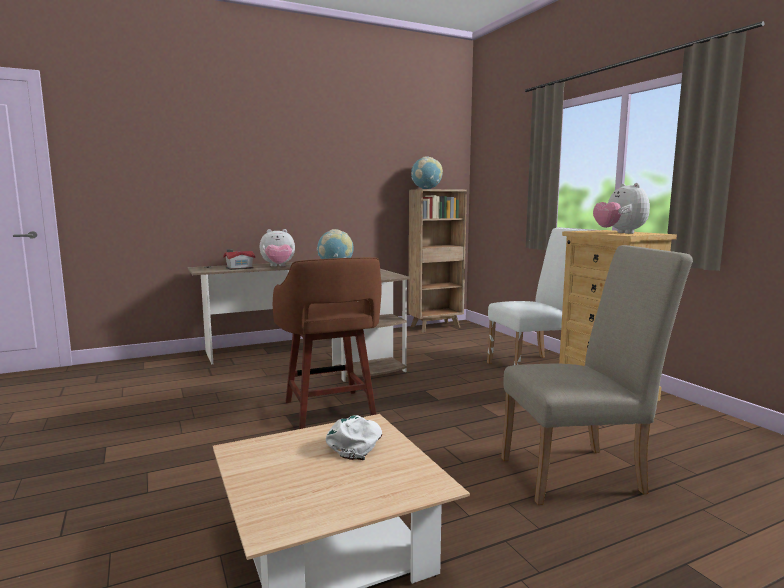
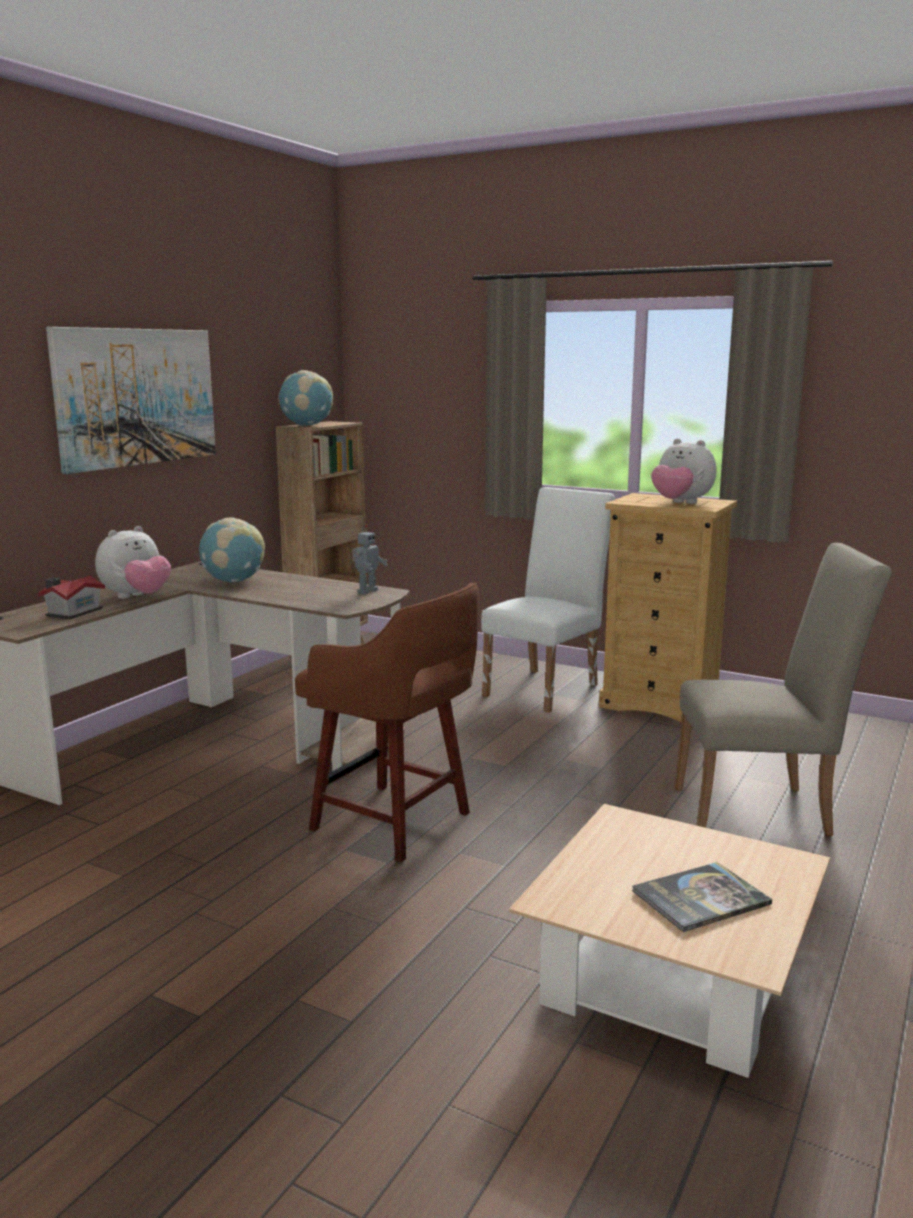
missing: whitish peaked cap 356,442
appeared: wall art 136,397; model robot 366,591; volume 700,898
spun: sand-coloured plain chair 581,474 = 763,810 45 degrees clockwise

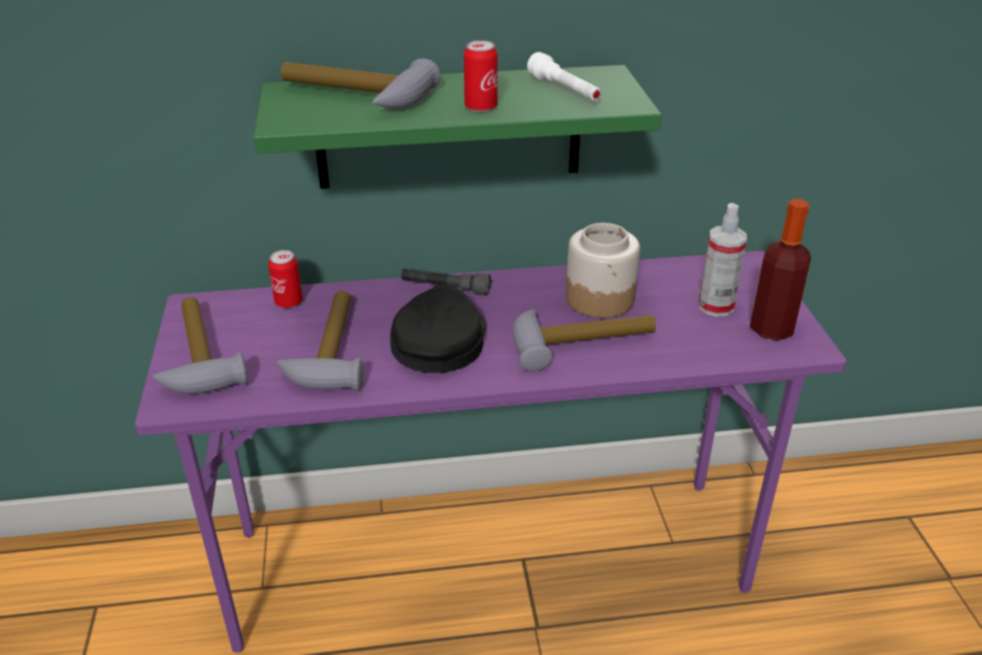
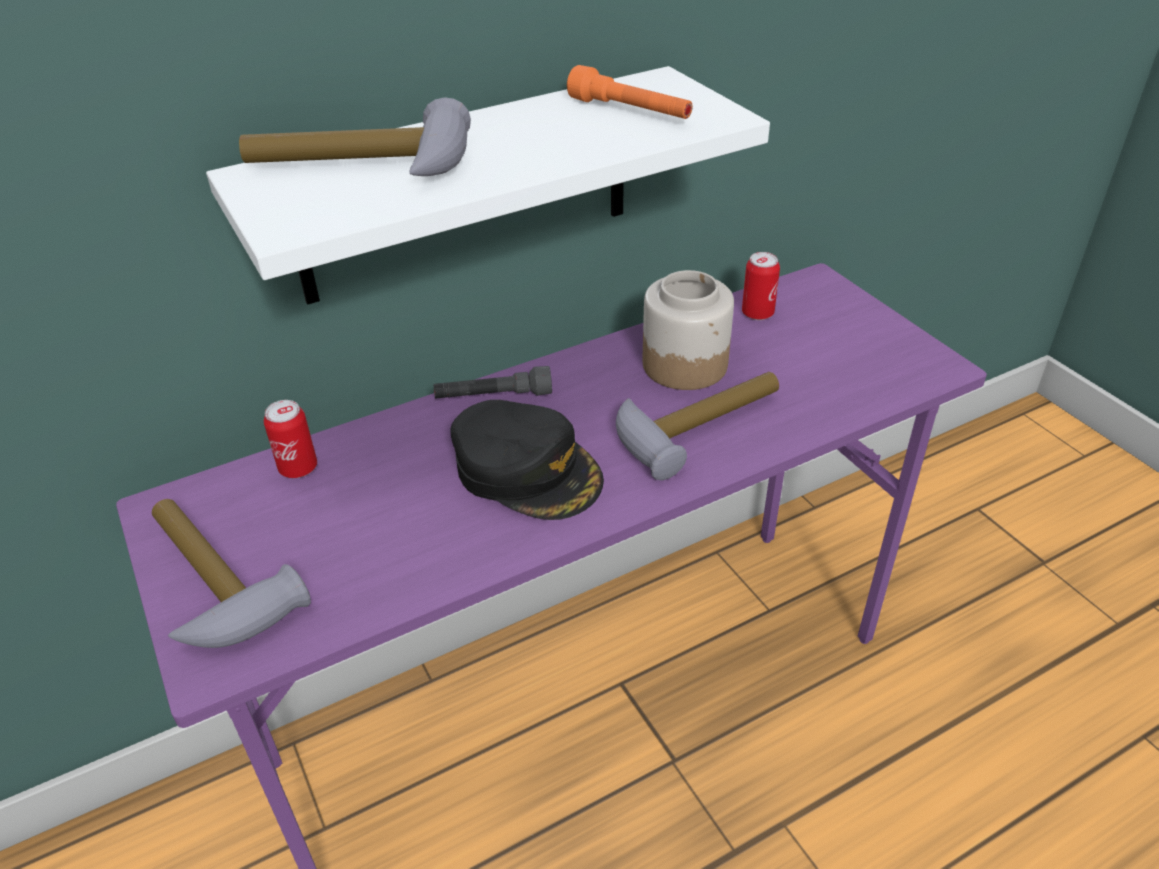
missing: hand hammer 329,350; sprayer 715,306; beverage bottle 771,329
relocated: sealed can 481,107 to 757,313
colour: green-coloured bracket shelf 449,127 to whitish bracket shelf 466,187; whitish hand torch 564,91 to orangey hand torch 630,112
spun: blackish peaked cap 438,340 = 527,470 135 degrees clockwise

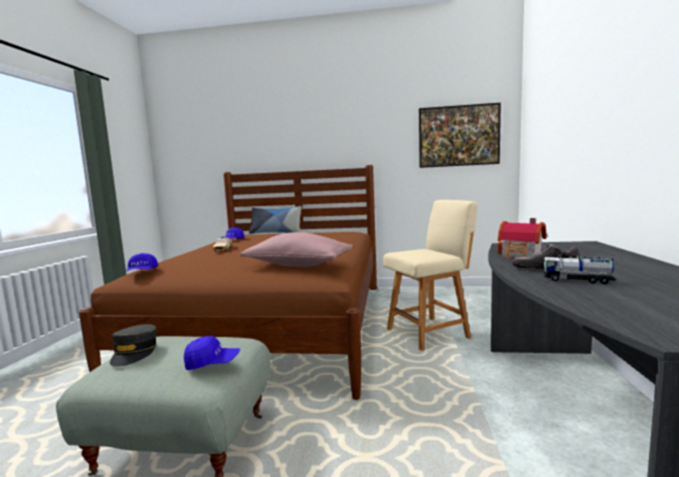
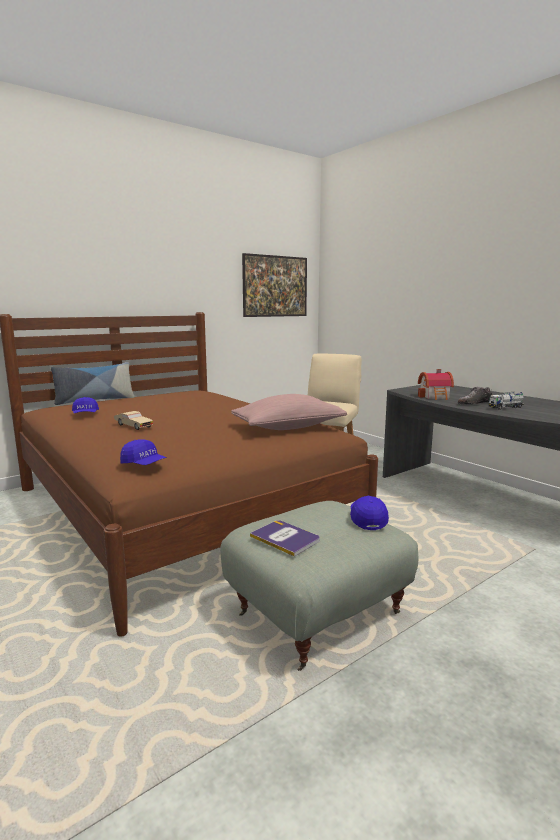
exchanged: gray peaked cap 134,353 to volume 285,538
spun: bluish peaked cap 212,363 = 367,519 45 degrees counterclockwise

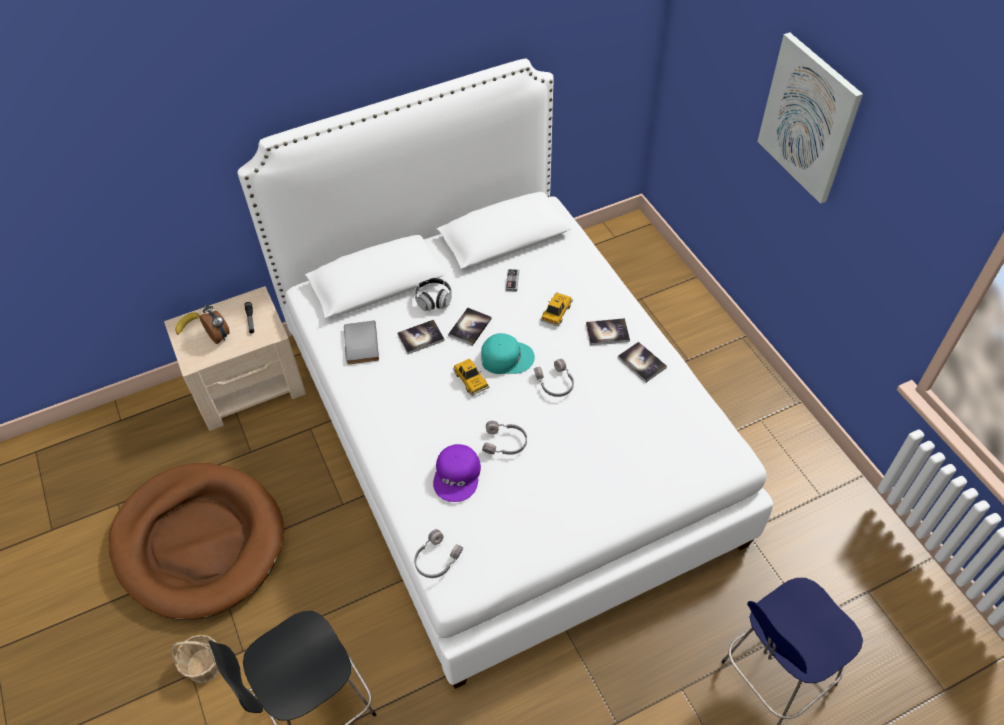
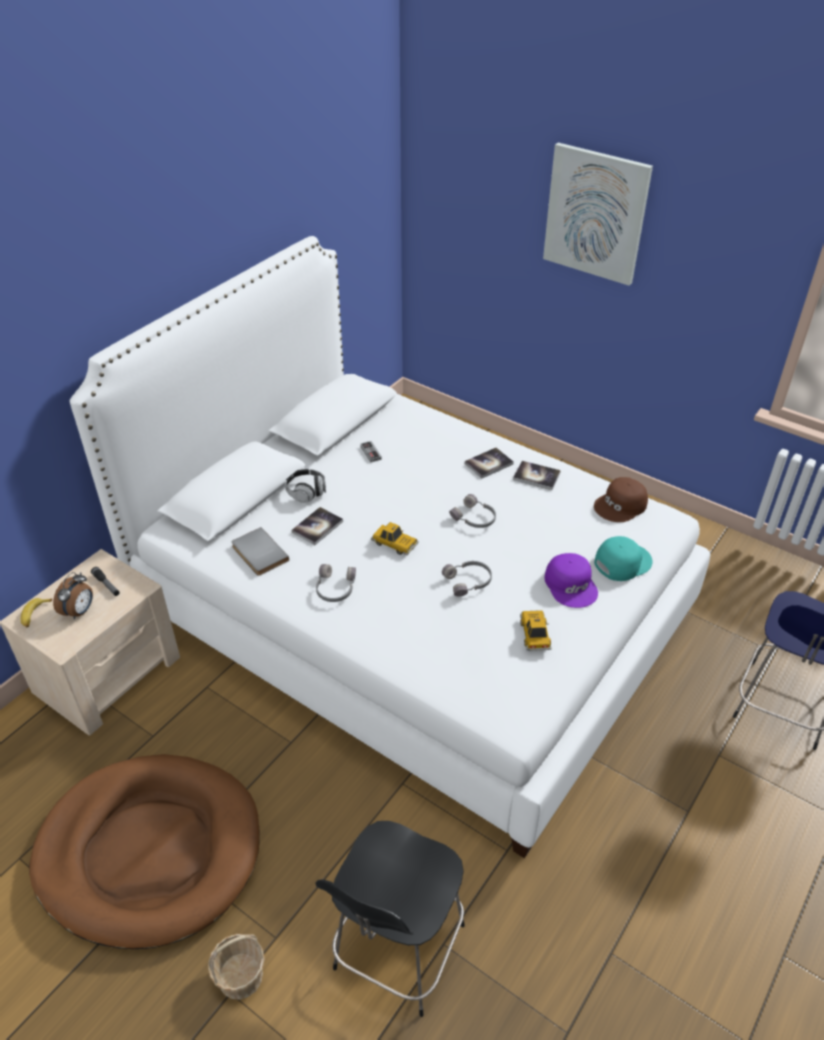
missing: volume 470,327
appeared: brown peaked cap 621,506
relocated: gray headphones 436,559 to 335,588; purple-coloured peaked cap 458,475 to 571,585; blue-green peaked cap 506,357 to 622,562; miniature car 556,312 to 534,634
spun: alarm clock 220,336 = 79,611 90 degrees clockwise

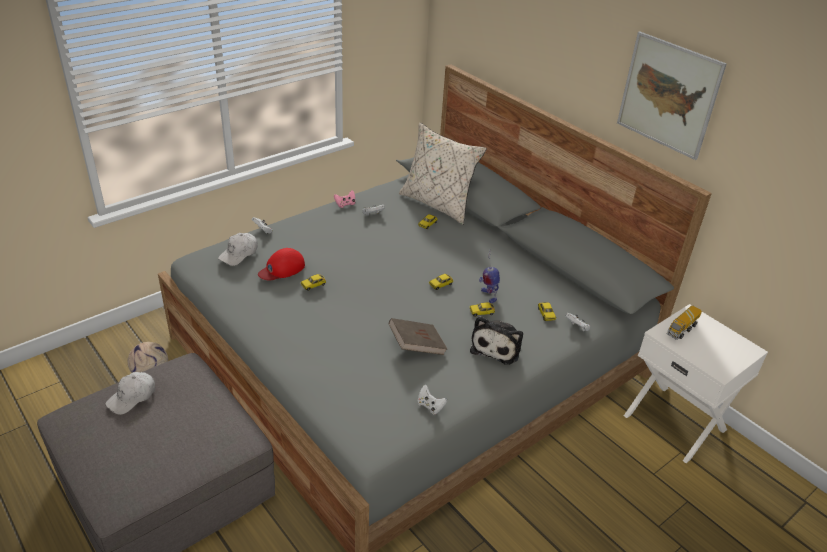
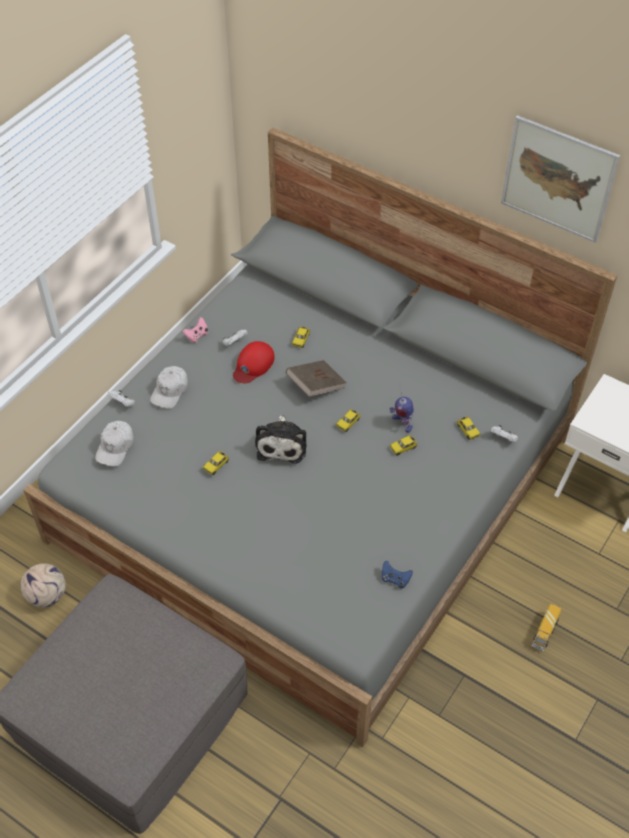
missing: sand-coloured pillow 438,204
relocated: whitish peaked cap 132,397 to 170,391; red peaked cap 282,269 to 253,365; brown volume 416,346 to 316,386; soft toy 497,346 to 282,444; toy lorry 681,330 to 544,632
colour: whitish joypad 430,406 to bluish joypad 395,579

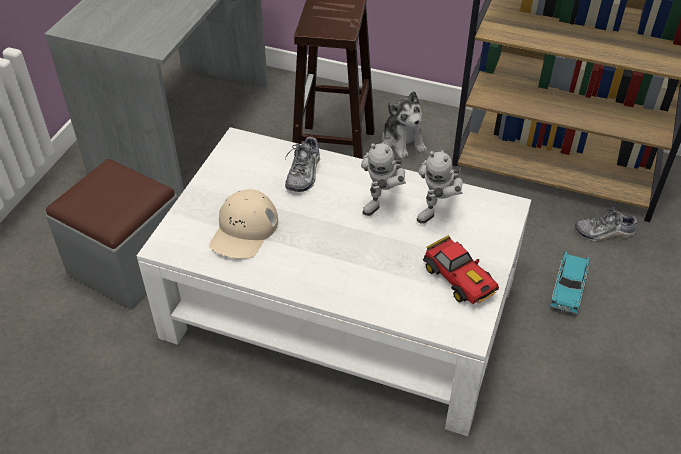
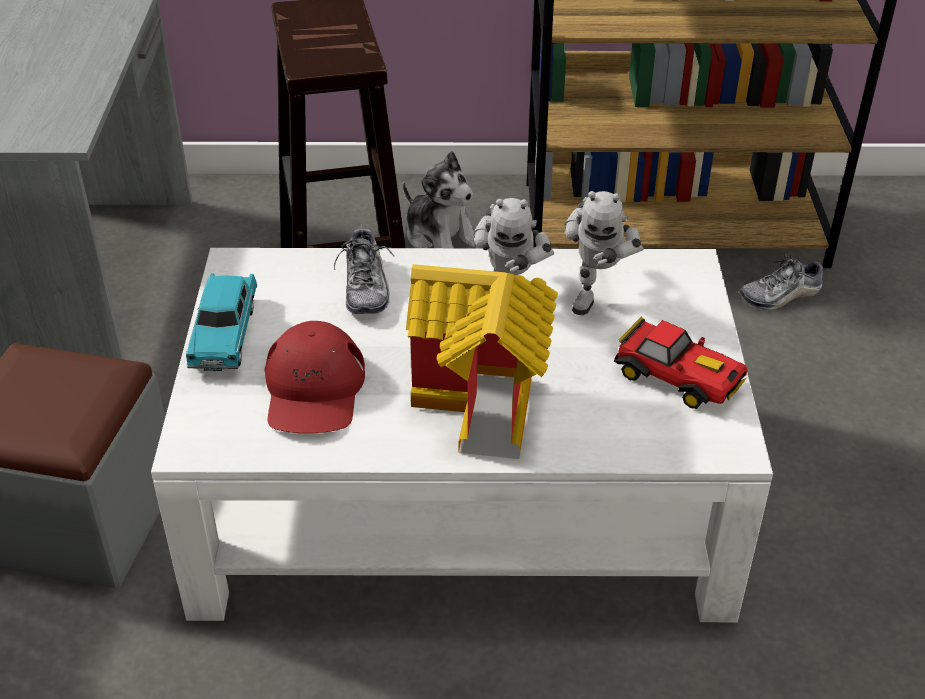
appeared: toy house 486,406
relocated: blue-green miniature car 568,289 to 225,335
colour: sand-coloured peaked cap 244,230 to red peaked cap 314,390

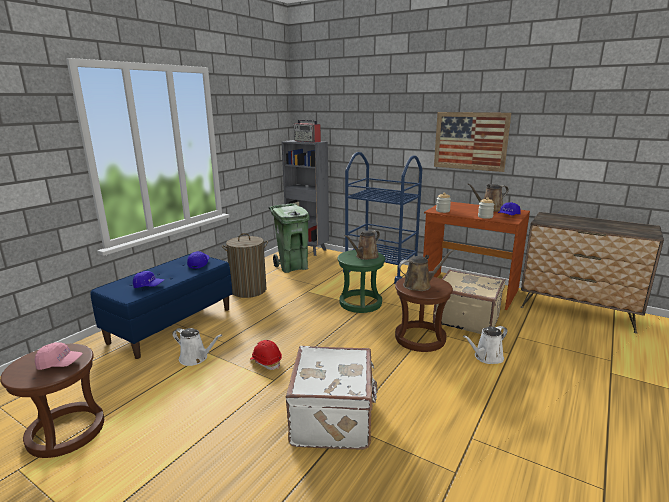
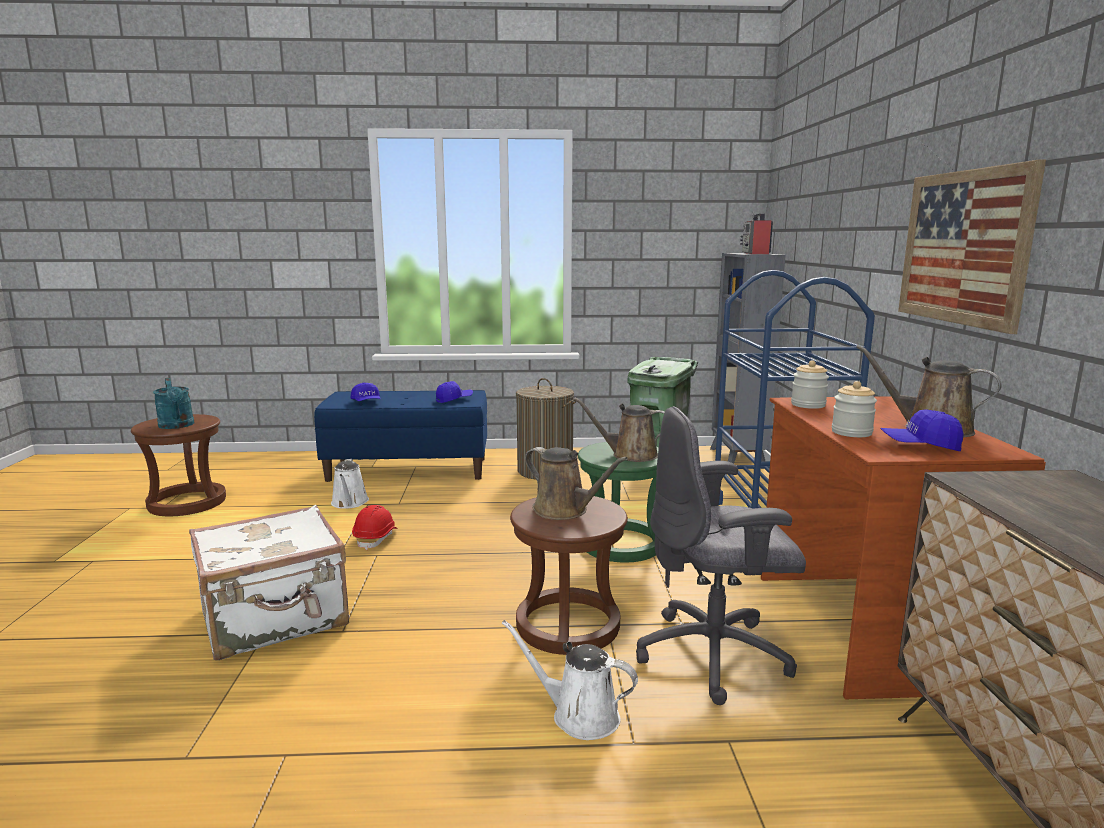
exchanged: pink-coloured peaked cap 60,364 to blue-green watering pot 177,426; sand-coloured piece of luggage 466,319 to gray computer chair 715,655

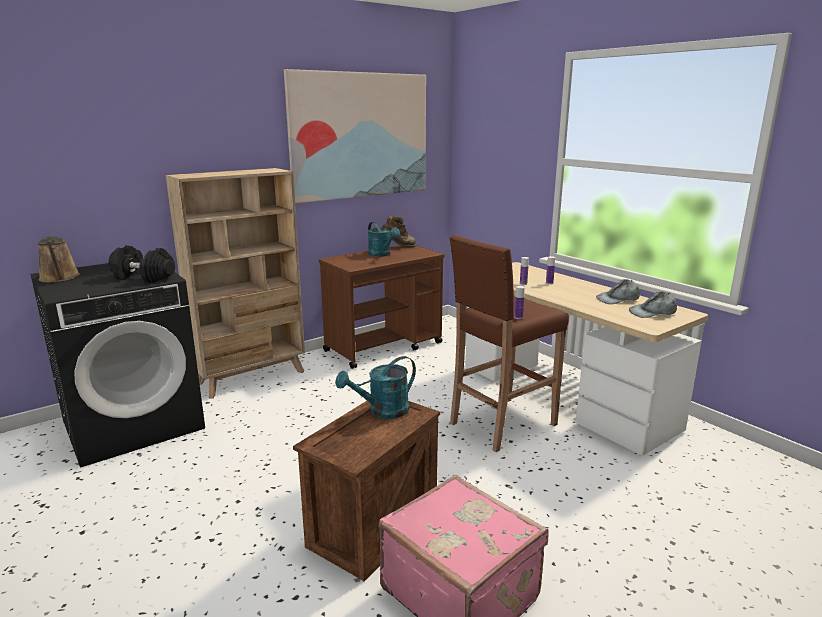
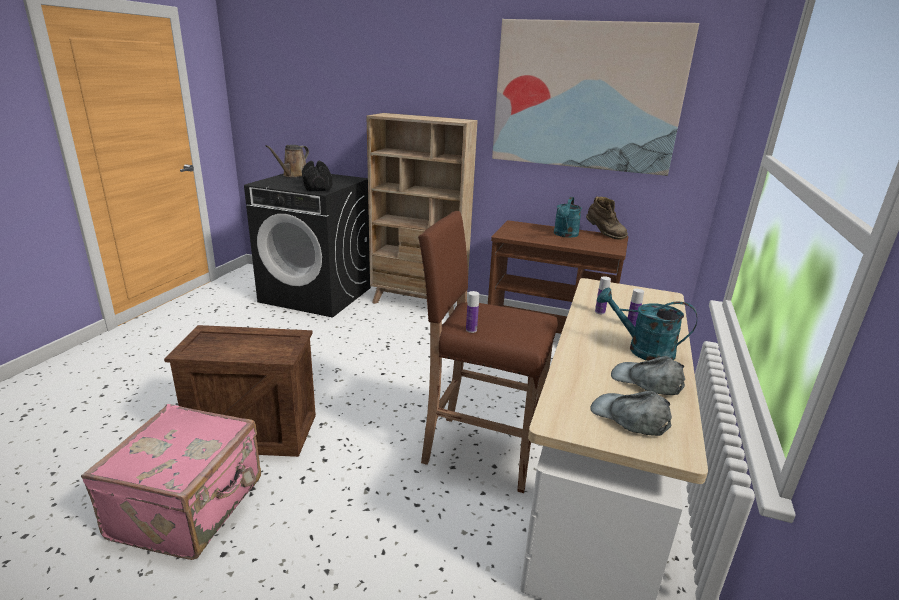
relocated: blue-green watering pot 382,411 to 642,350

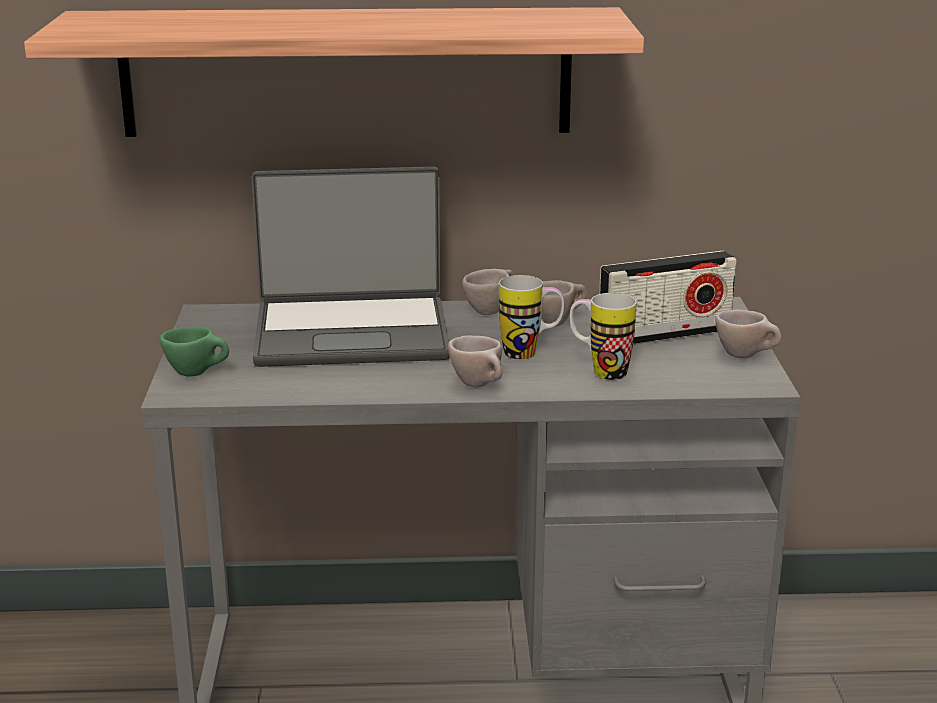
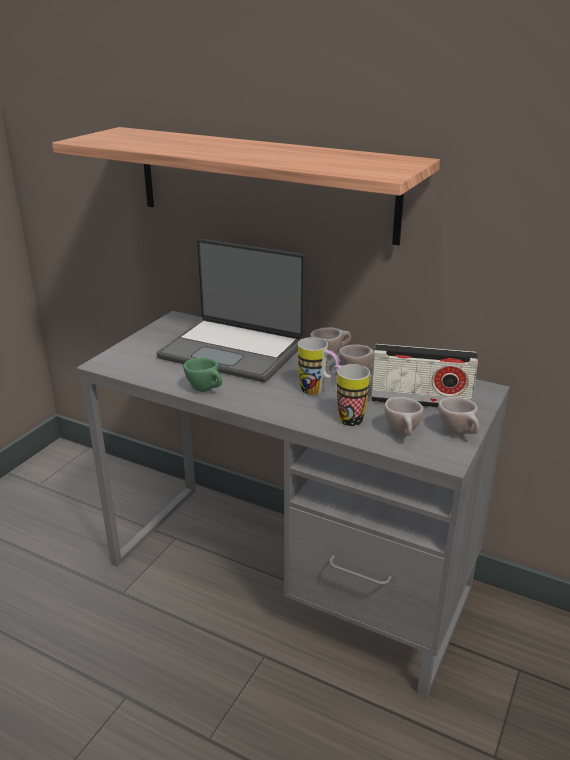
relocated: green-coloured small cup 198,373 to 206,390; sand-coloured small cup 480,386 to 403,435

